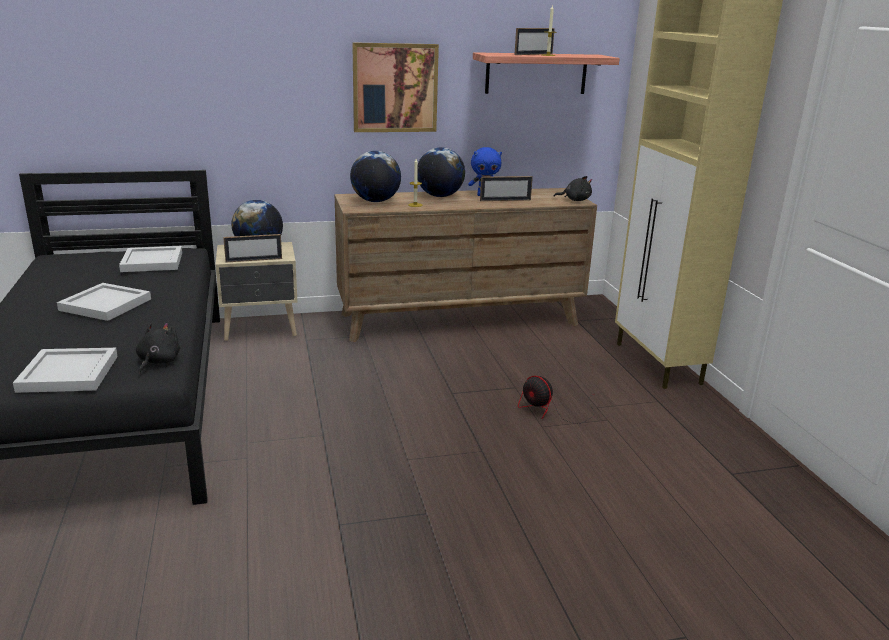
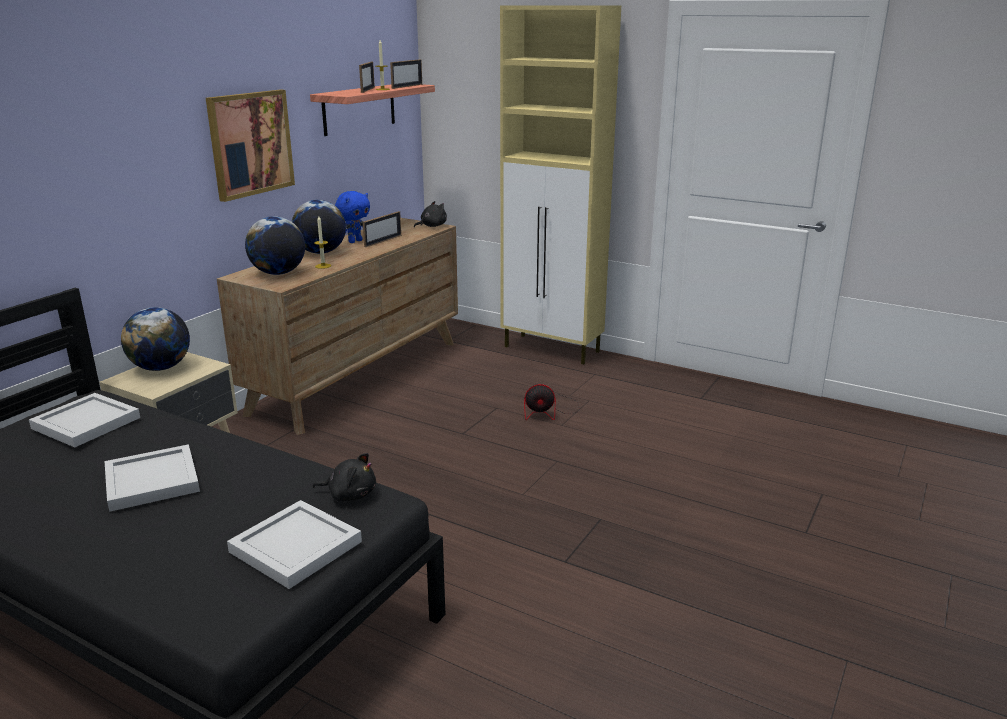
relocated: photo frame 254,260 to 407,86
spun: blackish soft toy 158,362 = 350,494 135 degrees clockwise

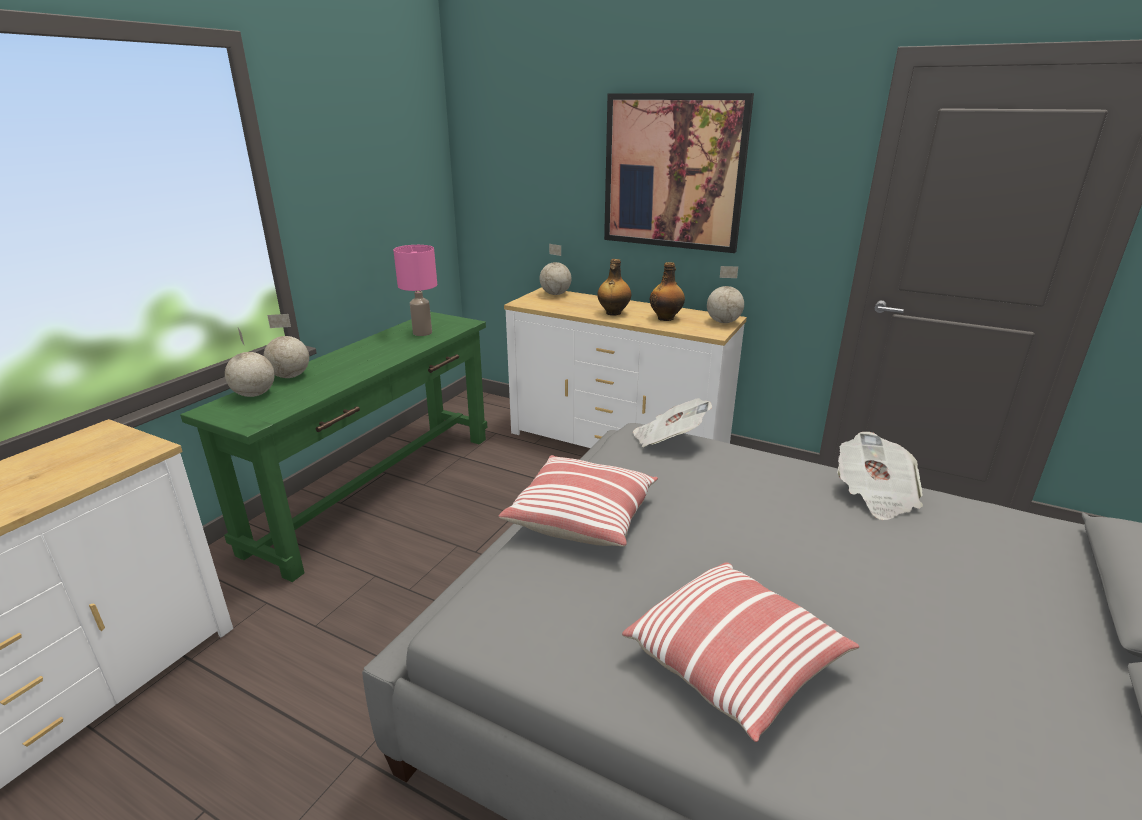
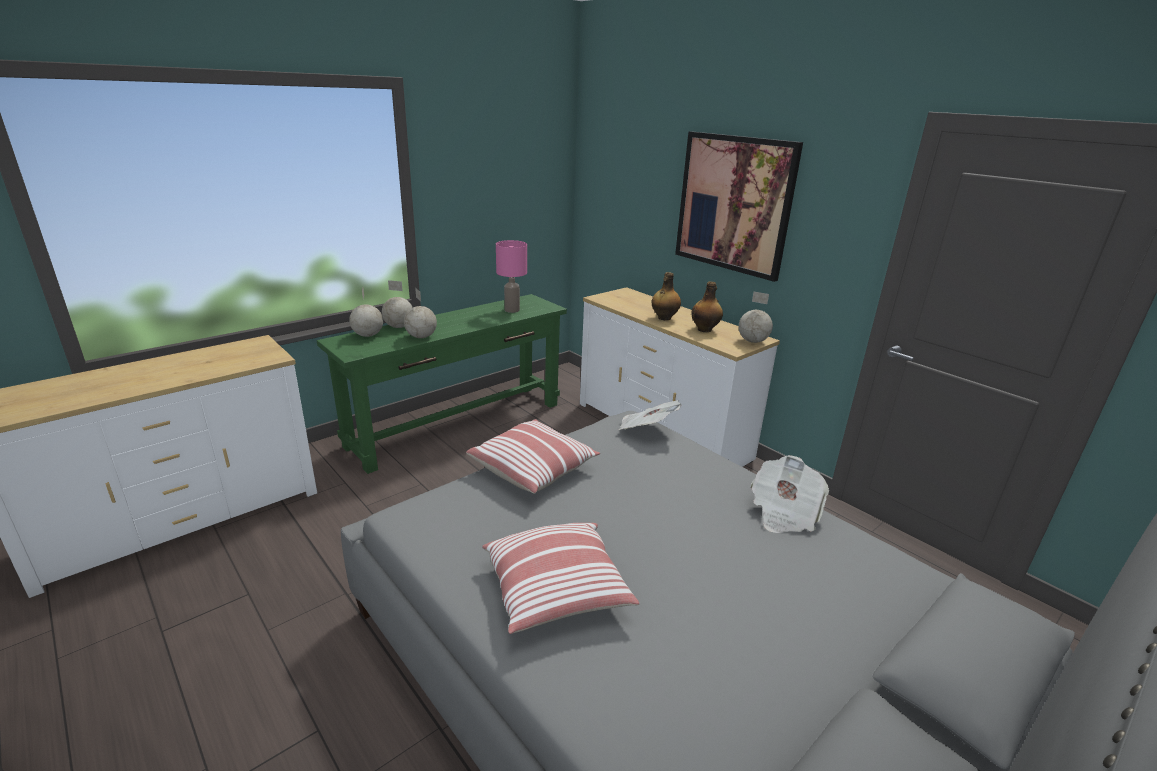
relocated: world globe 555,294 to 421,337

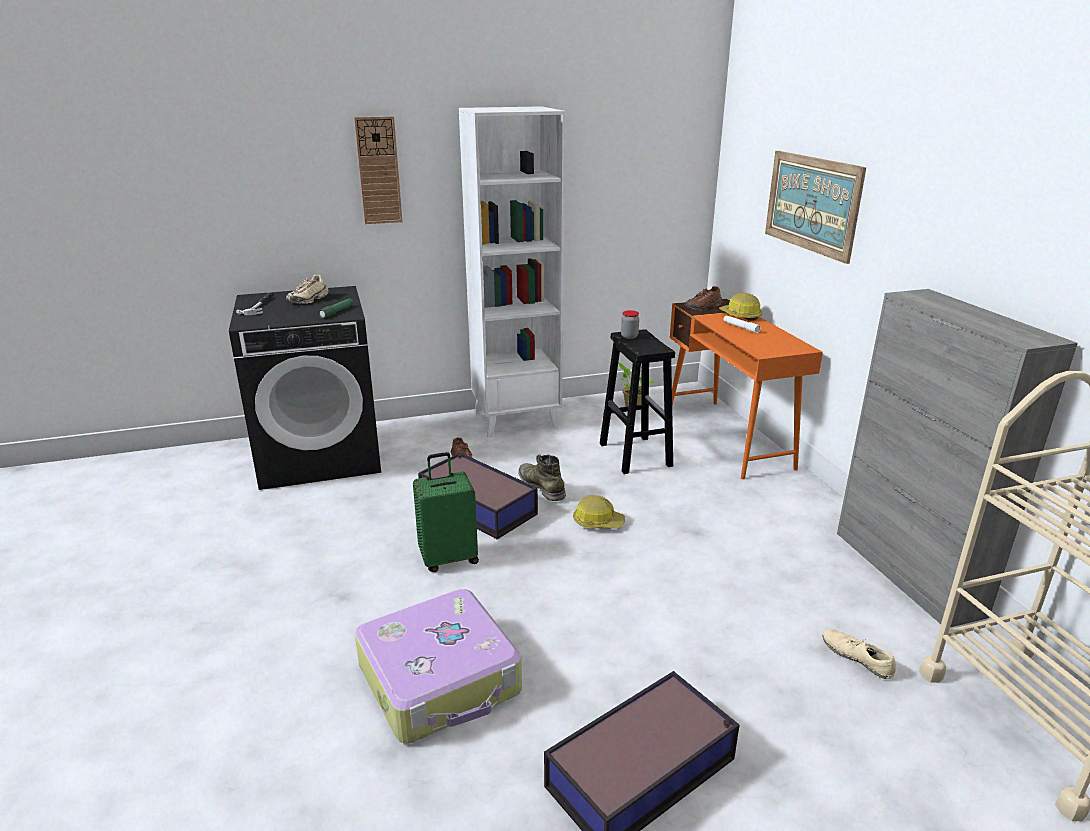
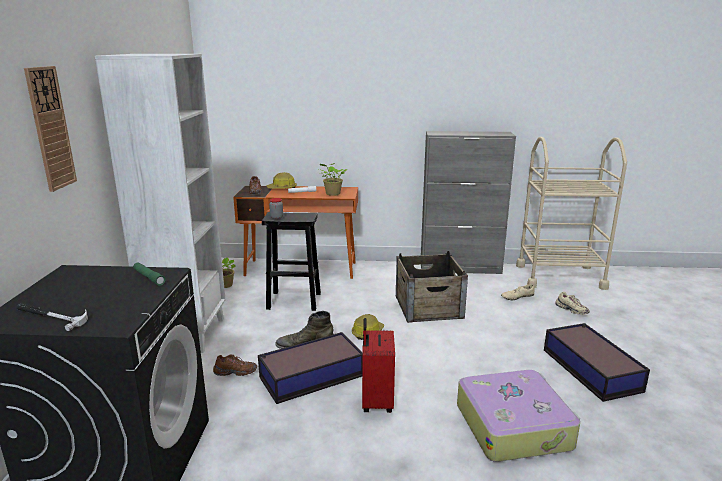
missing: wall art 811,203
appeared: potted plant 332,194; crate 428,307
relocated: sand-coloured low shoe 308,300 to 571,310
colour: green-coloured piece of luggage 449,558 to red piece of luggage 376,402

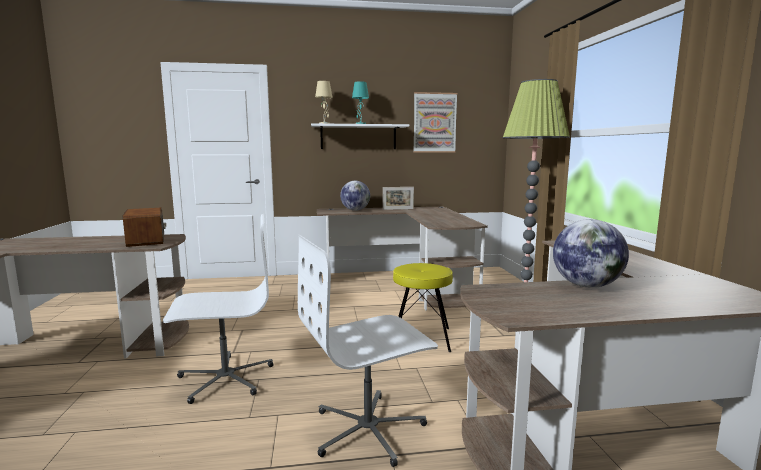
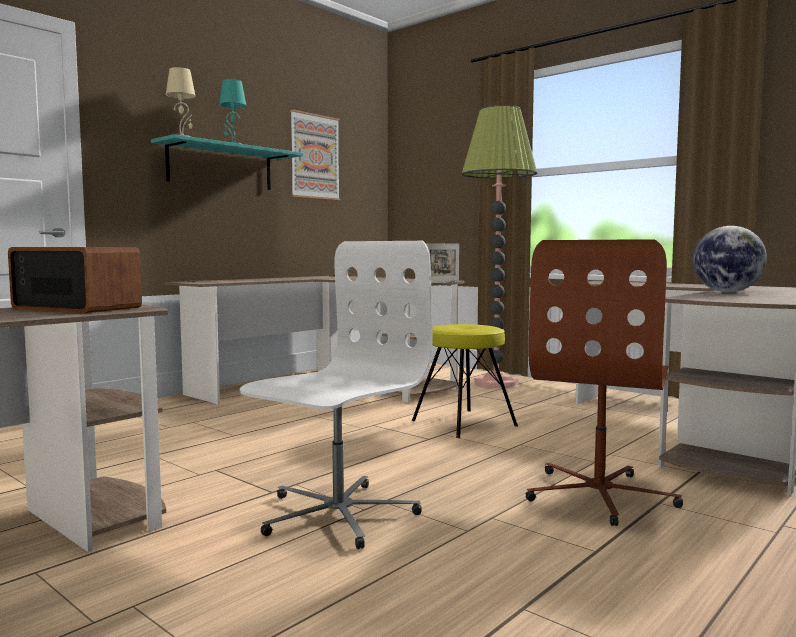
missing: world globe 355,210
relocated: photo frame 398,209 to 442,281
colour: whitish computer chair 369,430 to brown computer chair 600,495; whitish bracket shelf 358,137 to blue-green bracket shelf 221,167

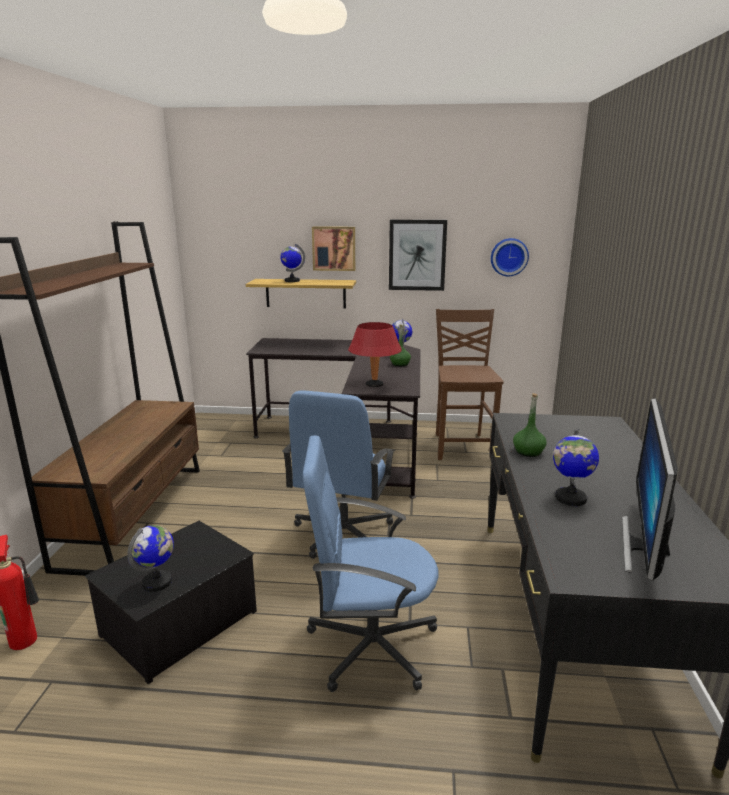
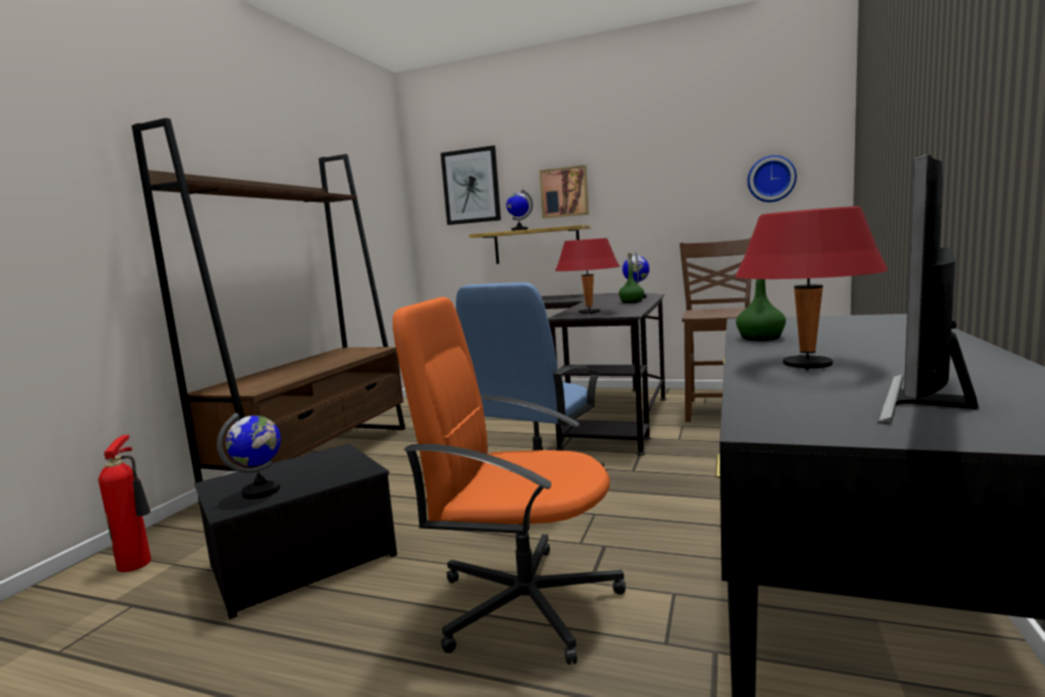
relocated: wall art 417,255 to 471,186
exchanged: world globe 570,498 to red tabletop lamp 807,366
colour: bluish computer chair 370,645 to orangey computer chair 524,602

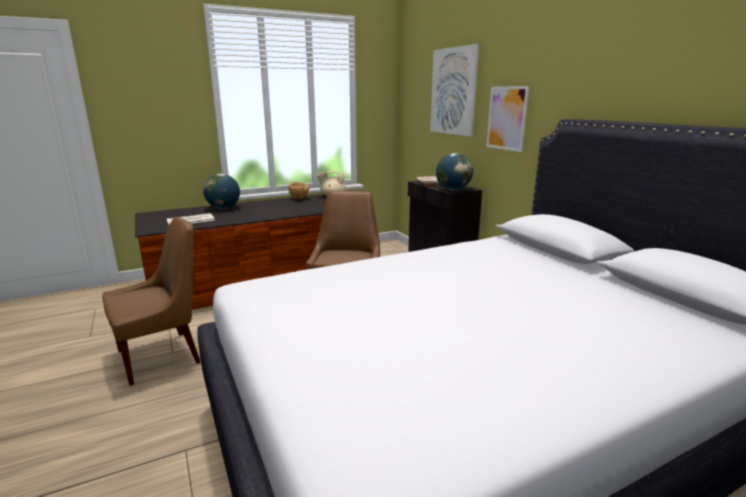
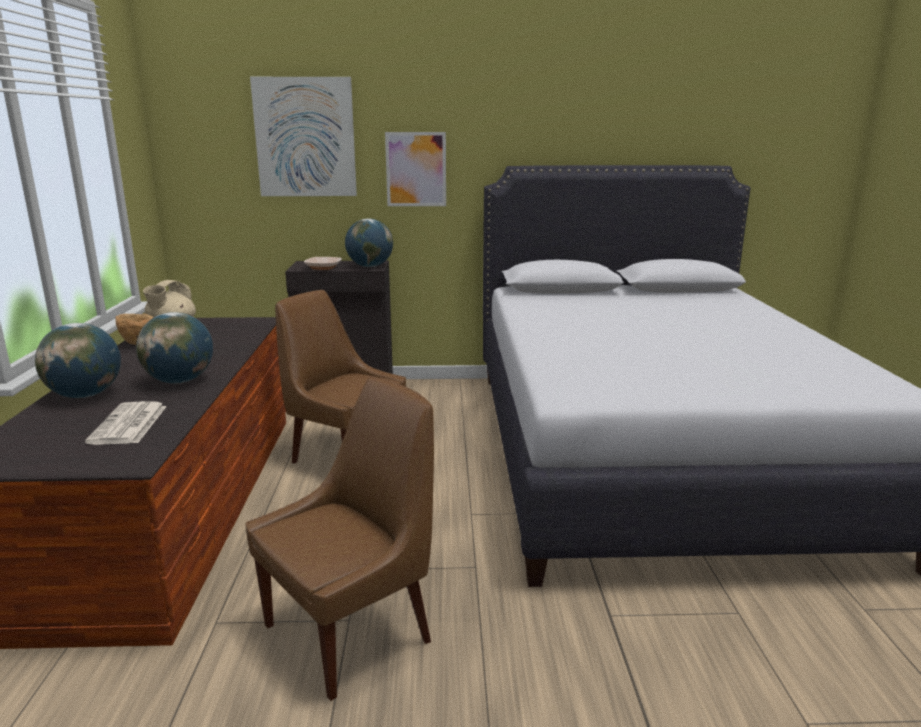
appeared: world globe 180,380
spun: brown plain chair 163,356 = 353,631 60 degrees clockwise

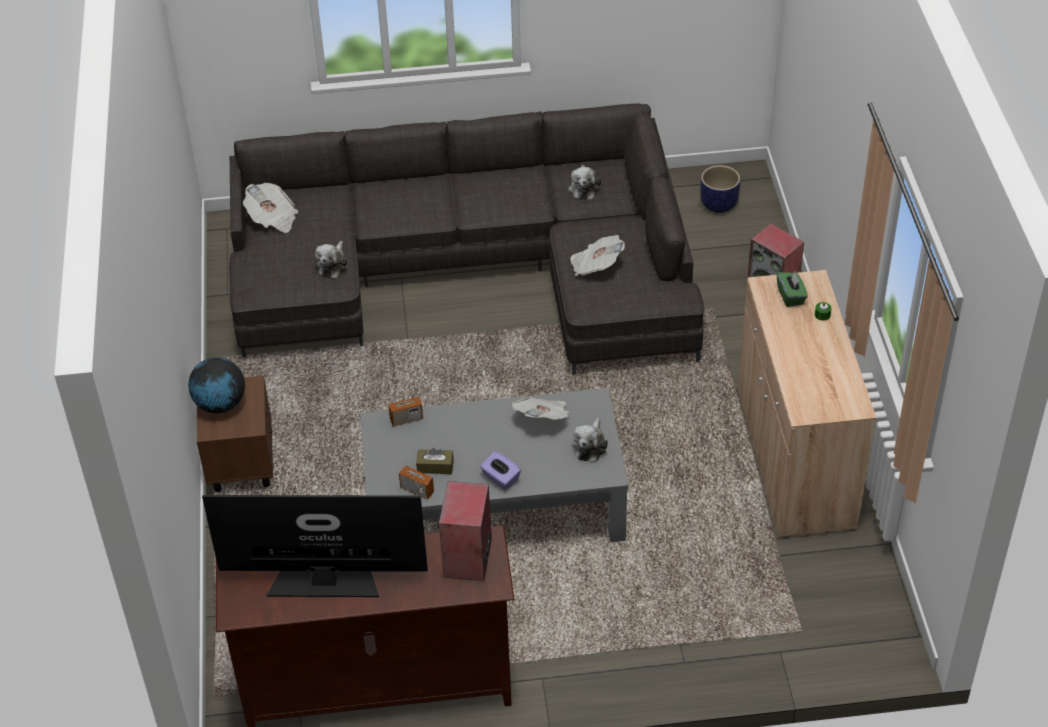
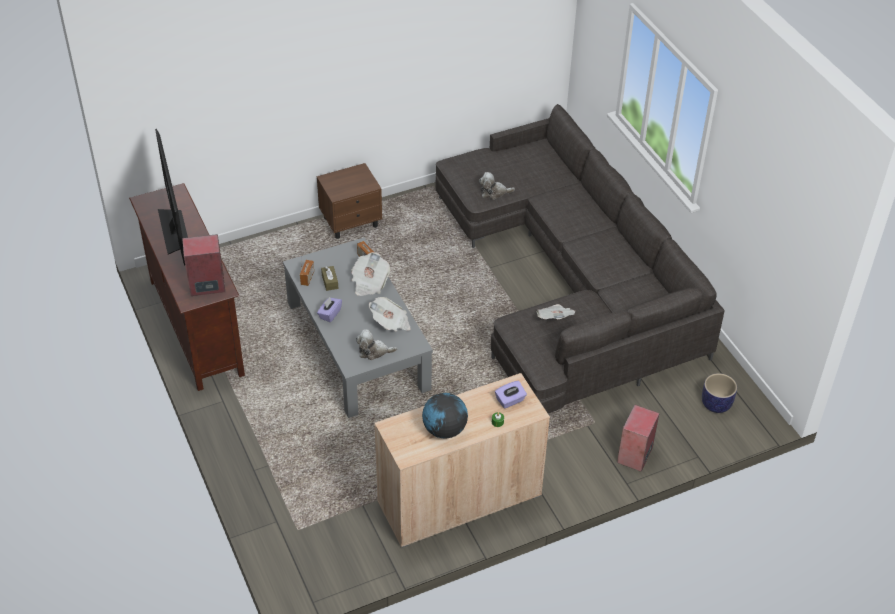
missing: soft toy 583,188
relocated: world globe 220,404 to 444,430; printed paper 272,218 to 369,283
colour: green-coloured tissue holder 791,296 to purple-coloured tissue holder 510,400

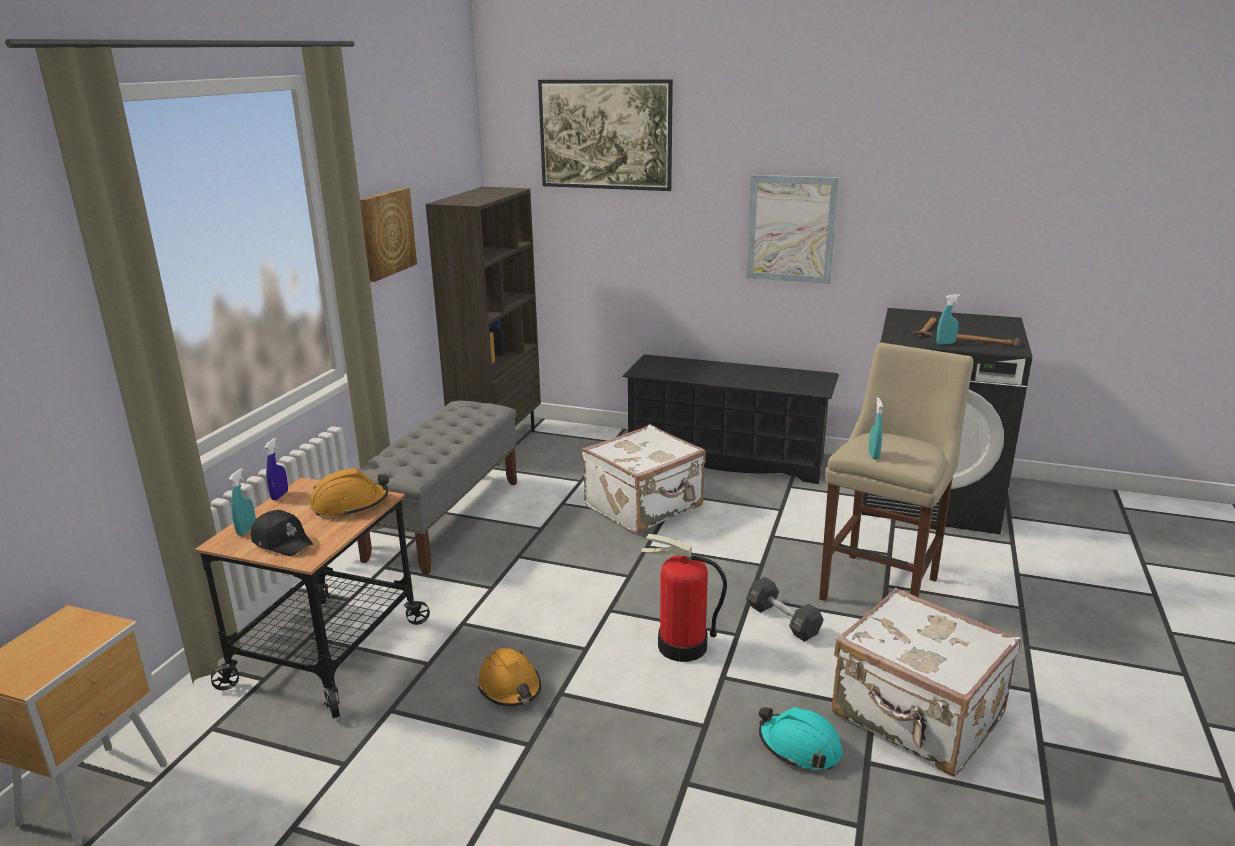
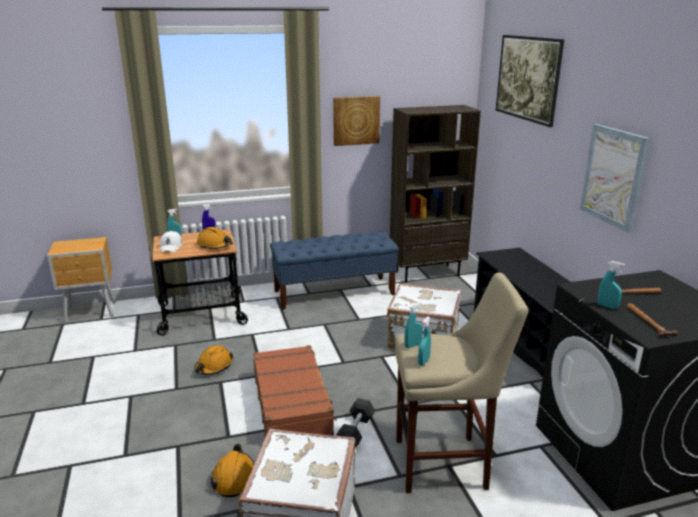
appeared: blue-green sprayer 423,361
exchanged: fire-fighting cylinder 681,646 to brown piece of luggage 292,404
colour: blackish peaked cap 283,541 to whitish peaked cap 171,246; gray indoor bench 445,519 to bluish indoor bench 334,292; blue-green safety helmet 799,747 to orangey safety helmet 234,477

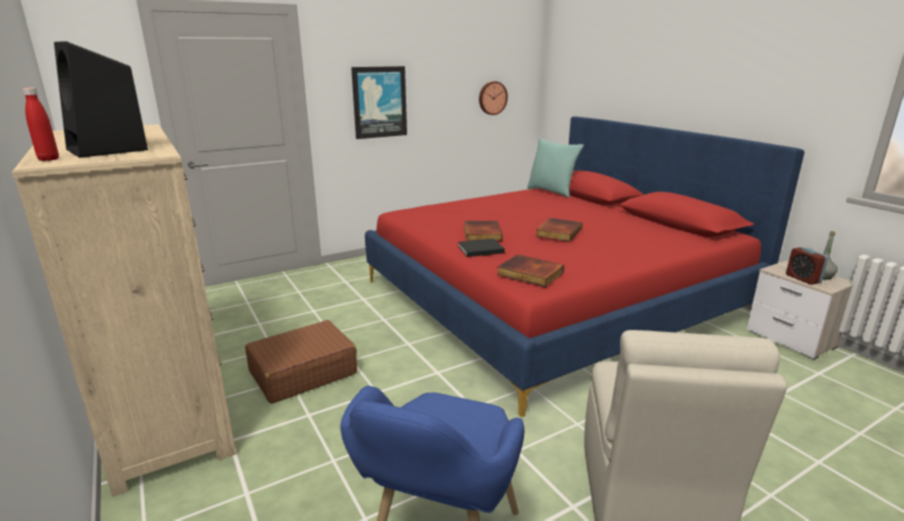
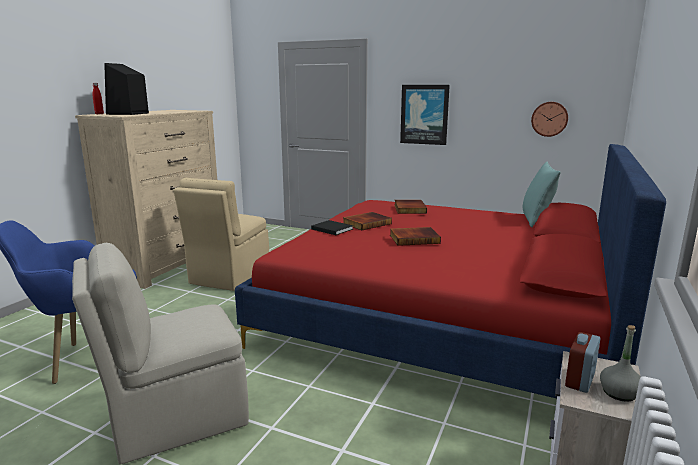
relocated: volume 529,274 to 409,209
exchanged: brown piece of luggage 302,372 to sand-coloured plain chair 228,276

